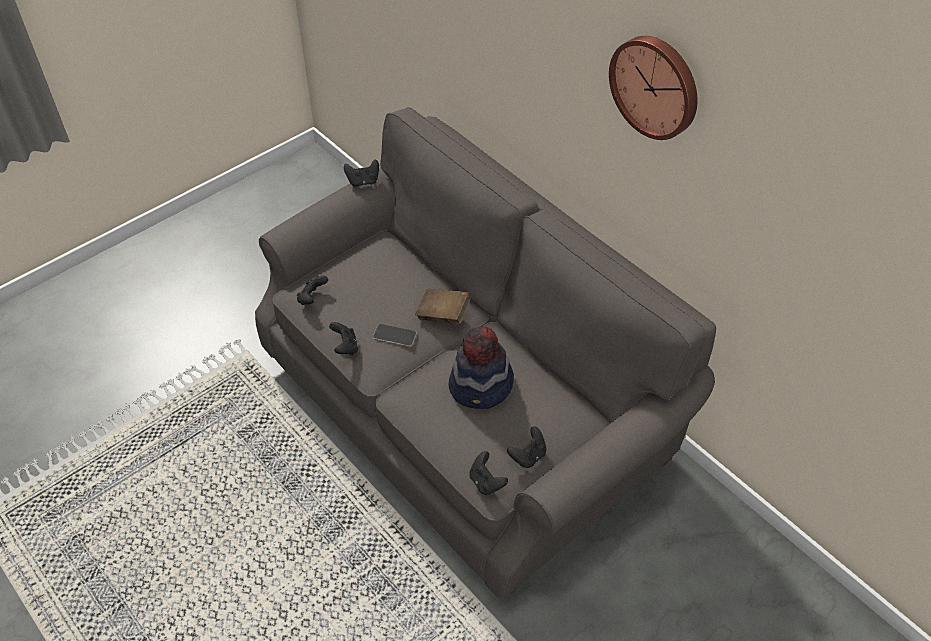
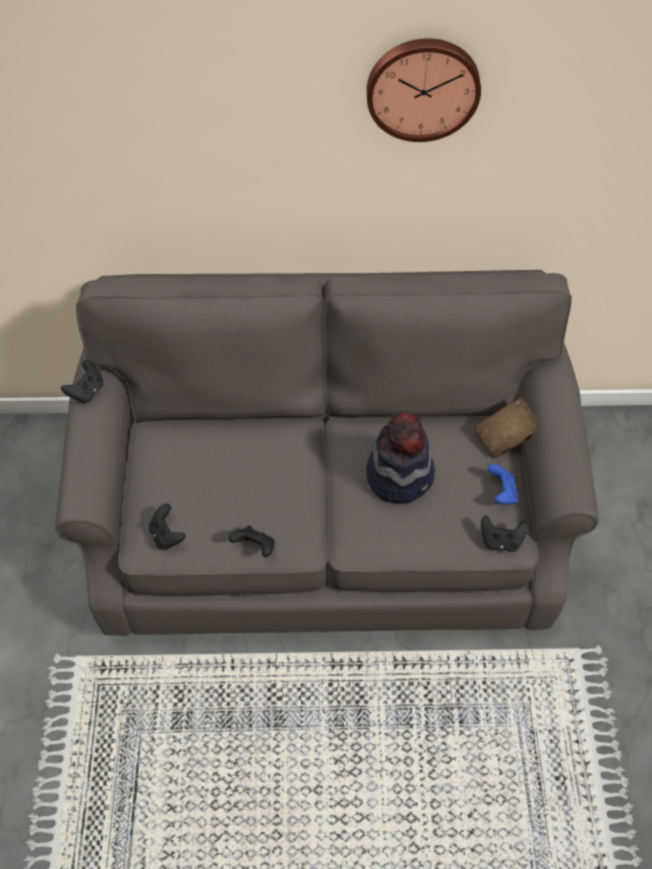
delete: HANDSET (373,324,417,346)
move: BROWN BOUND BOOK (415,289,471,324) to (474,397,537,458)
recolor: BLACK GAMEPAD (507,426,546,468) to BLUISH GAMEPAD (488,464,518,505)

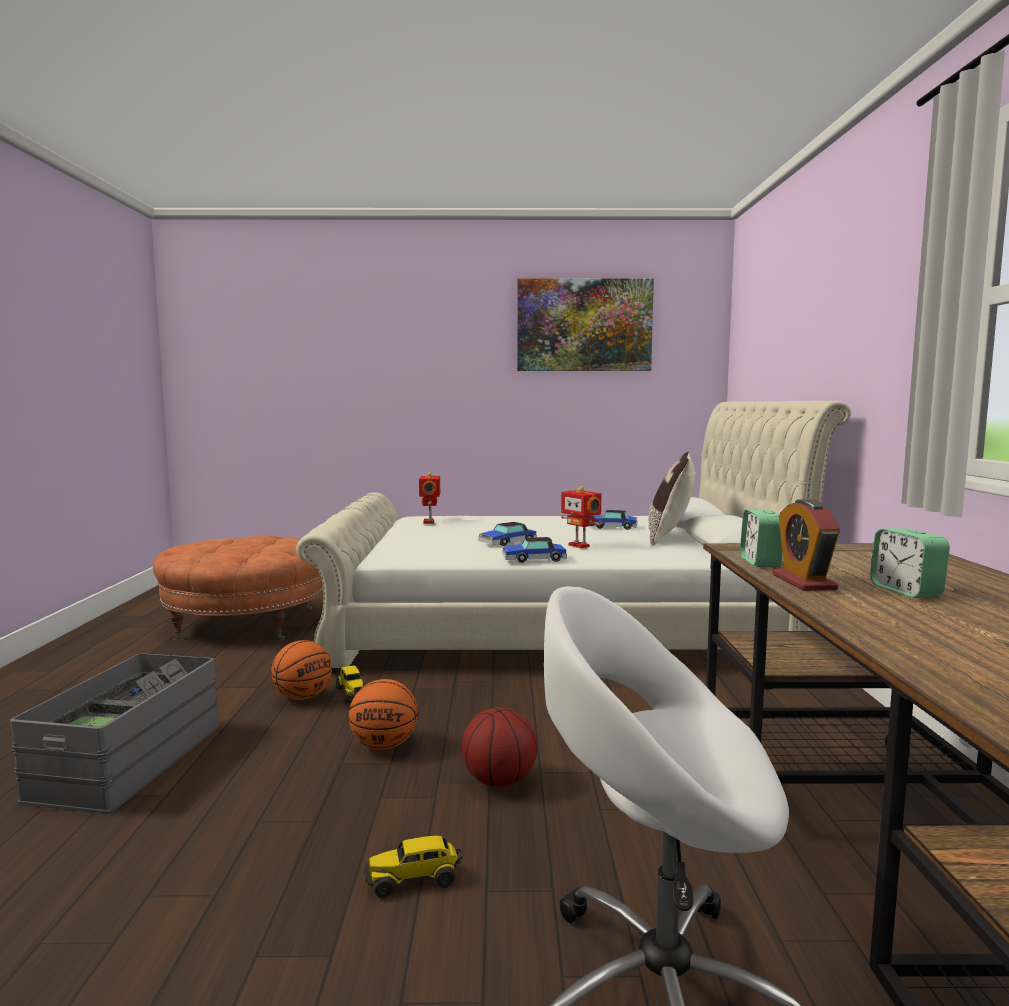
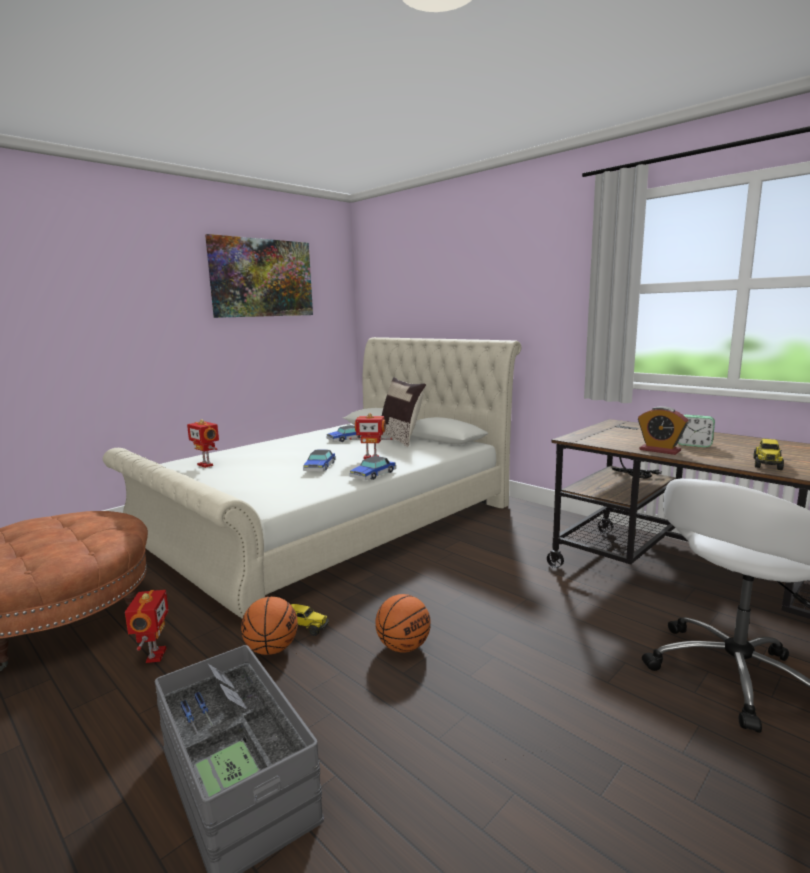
delete: BASKETBALL BALL (462,707,538,787); ALARM CLOCK (740,509,783,567)
insert: ROBOT FIGURE (125,590,169,663)
move: MODEL TRUCK (364,835,463,898) to (753,439,784,470)

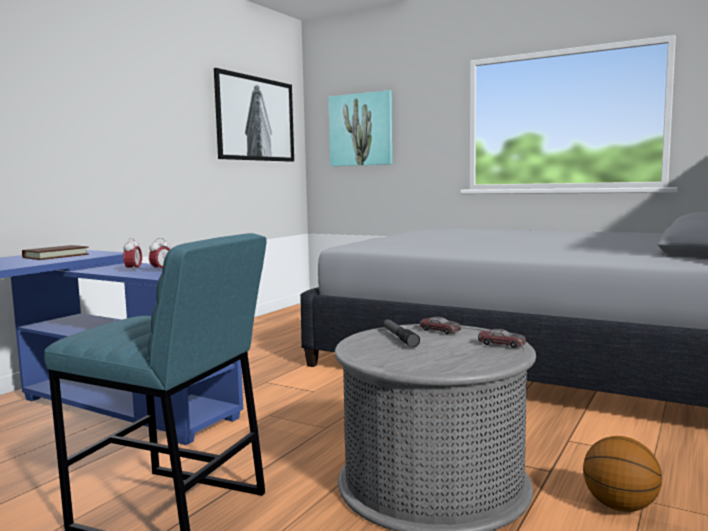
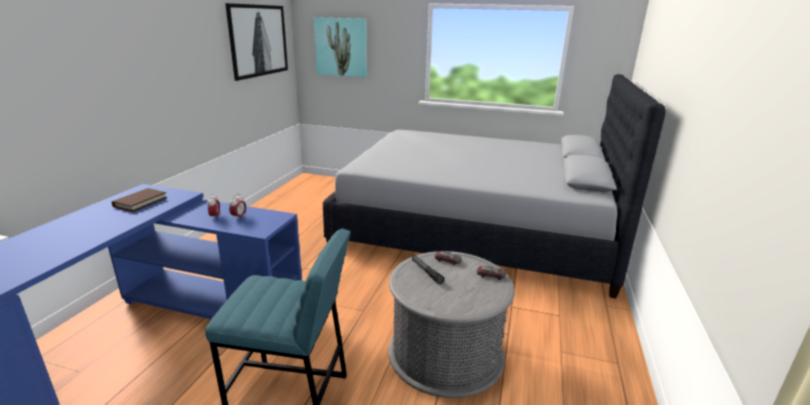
delete: BASKETBALL BALL (583,436,662,512)

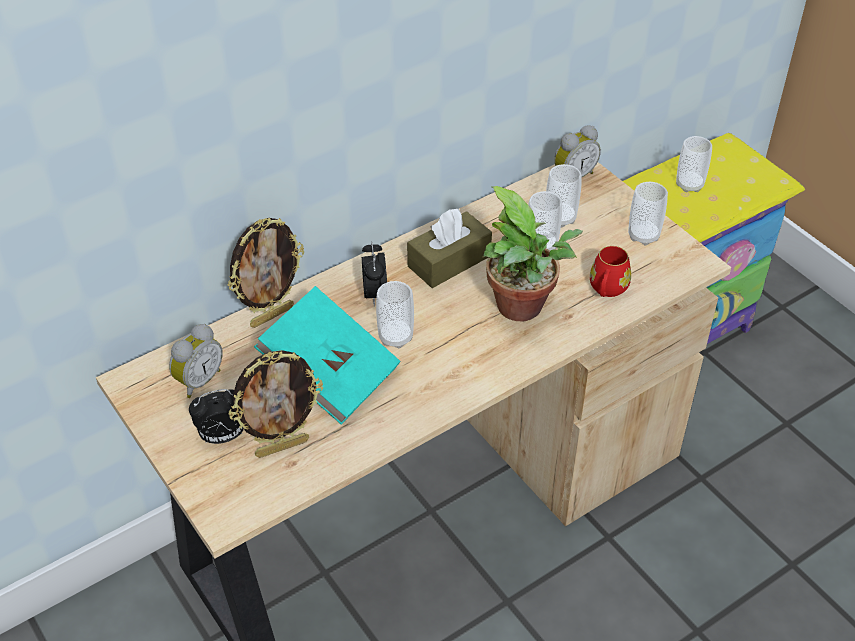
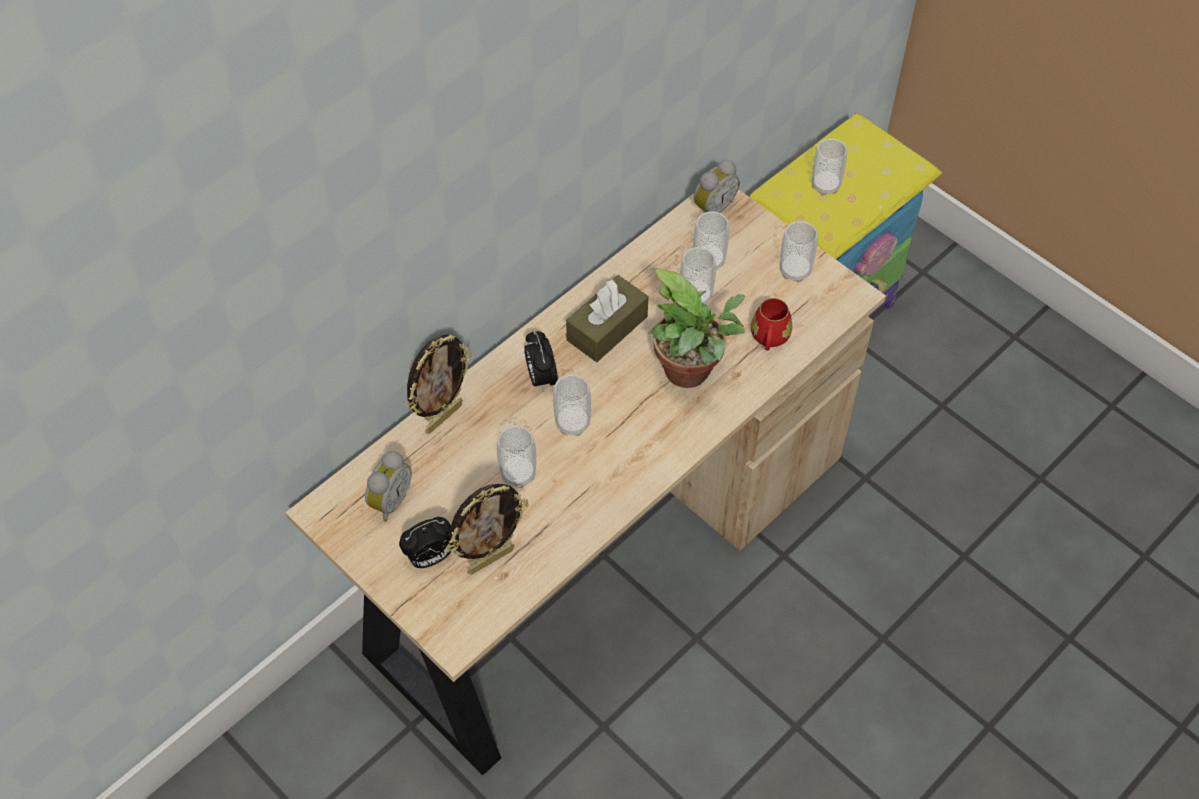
replace: TURQUOISE BOUND BOOK (254,286,400,425) to CUP (497,426,536,488)

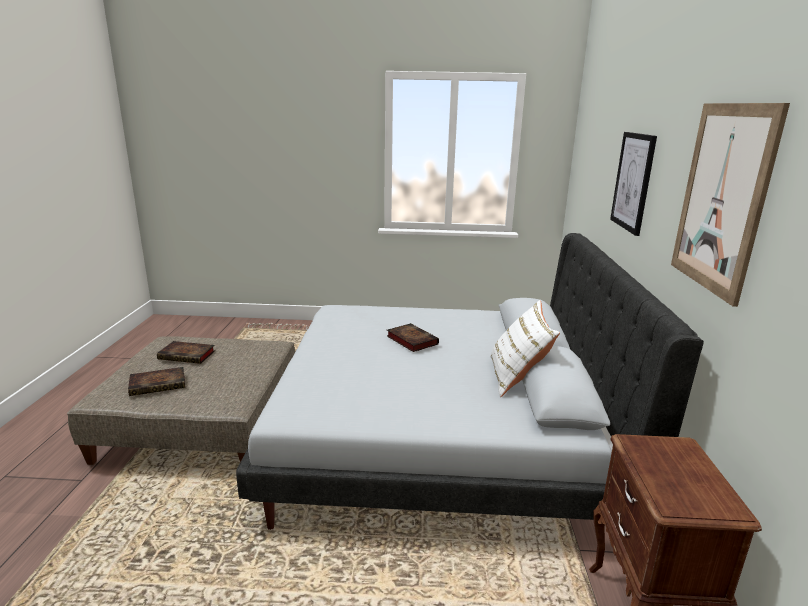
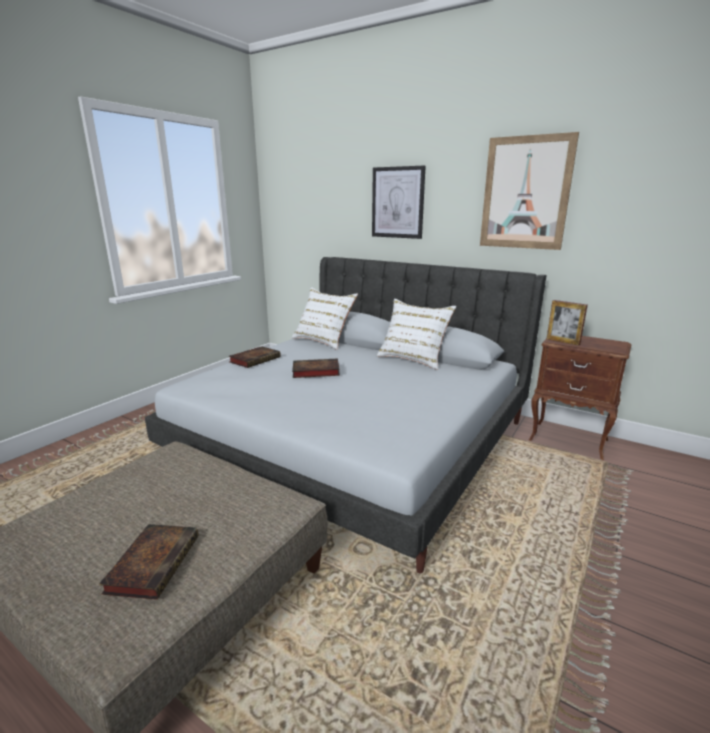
insert: WHITISH CUSHION (292,287,358,350); PHOTO FRAME (547,300,588,346)
move: BOUND BOOK (157,341,215,364) to (229,346,281,368)

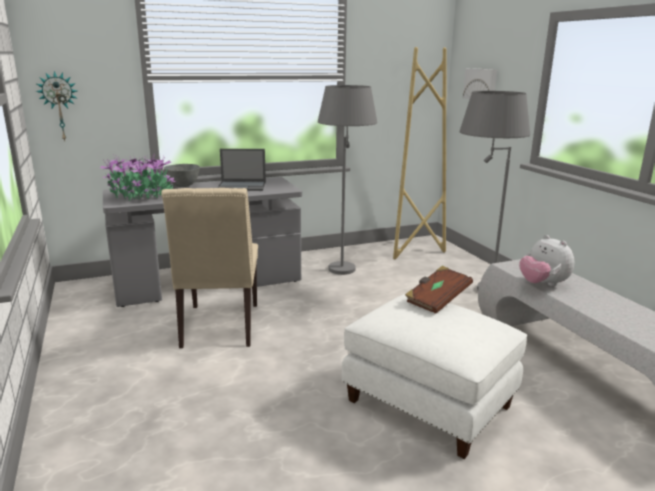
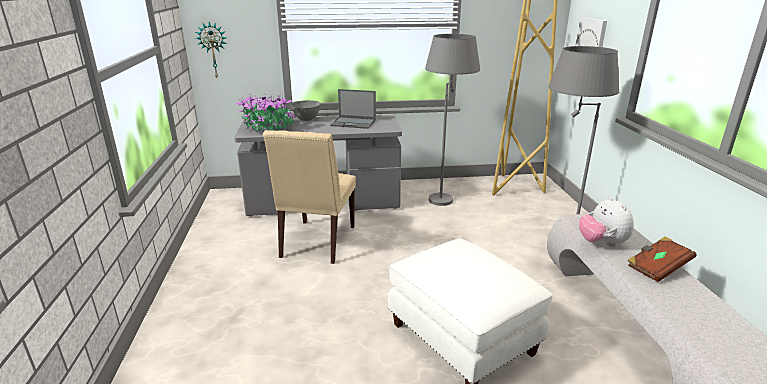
move: BROWN BOUND BOOK (405,266,473,314) to (628,236,696,282)

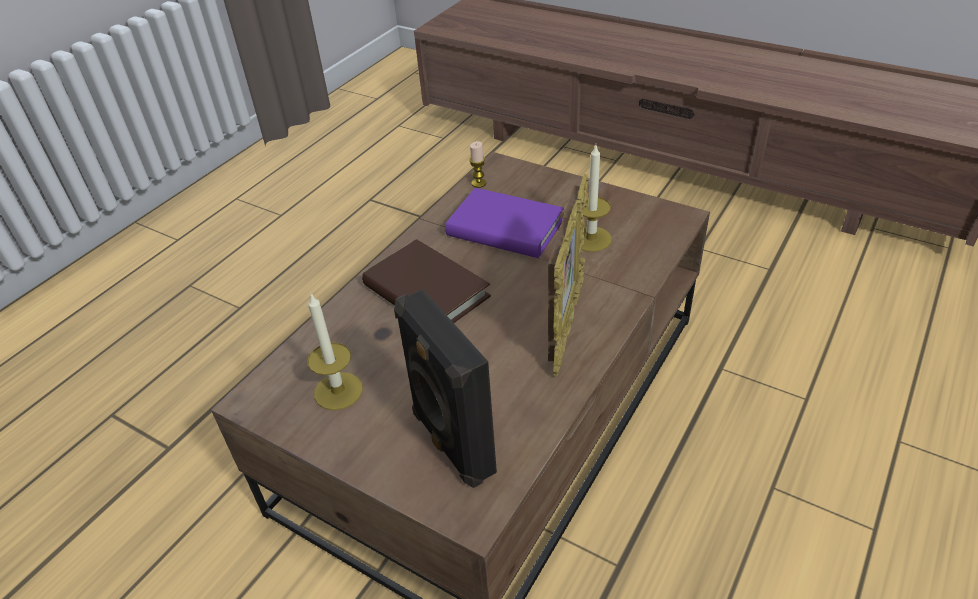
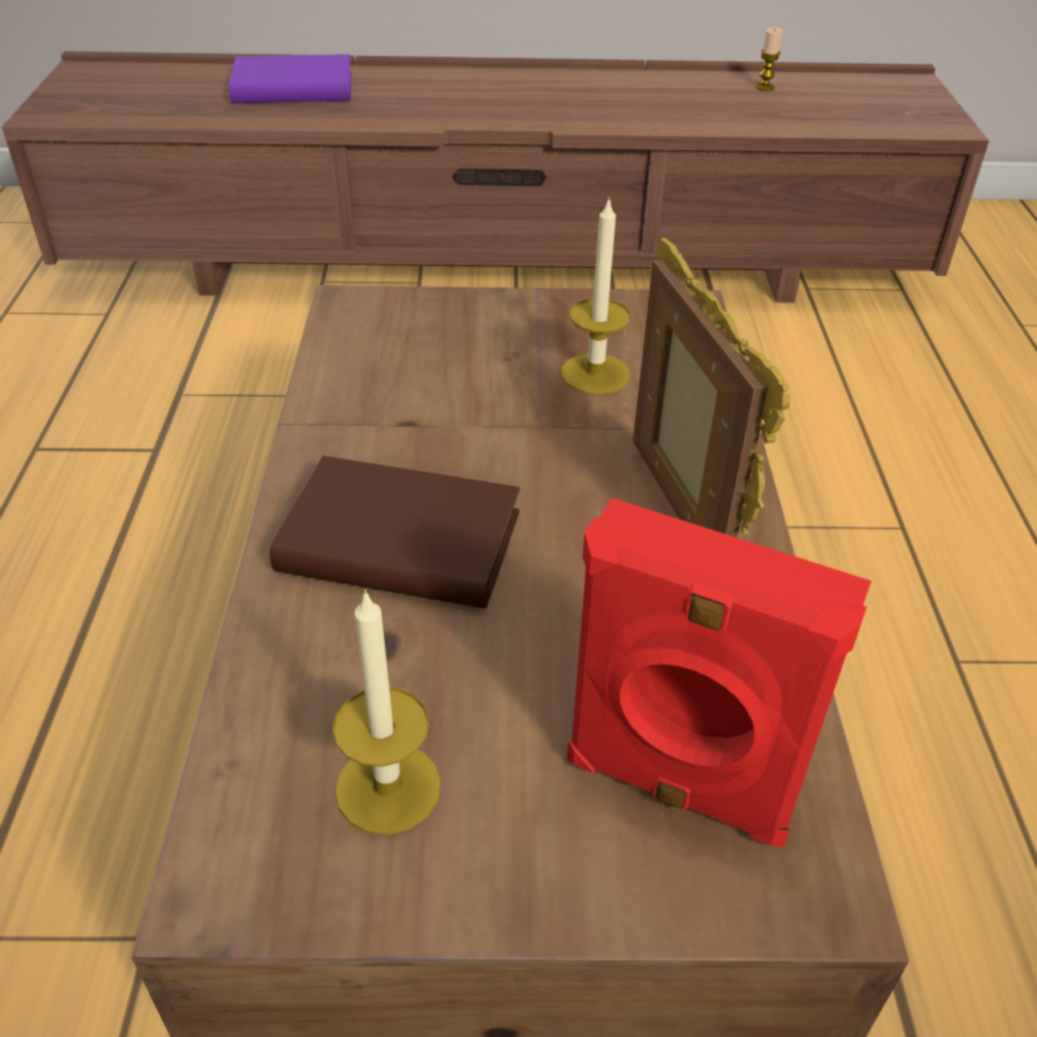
move: PURPLE BOUND BOOK (445,188,564,258) to (229,54,351,103); WAX LIGHT (469,141,486,188) to (755,27,782,91)
recolor: BLACK LOUDSPEAKER (394,289,497,488) to RED-COLOURED LOUDSPEAKER (567,498,871,847)

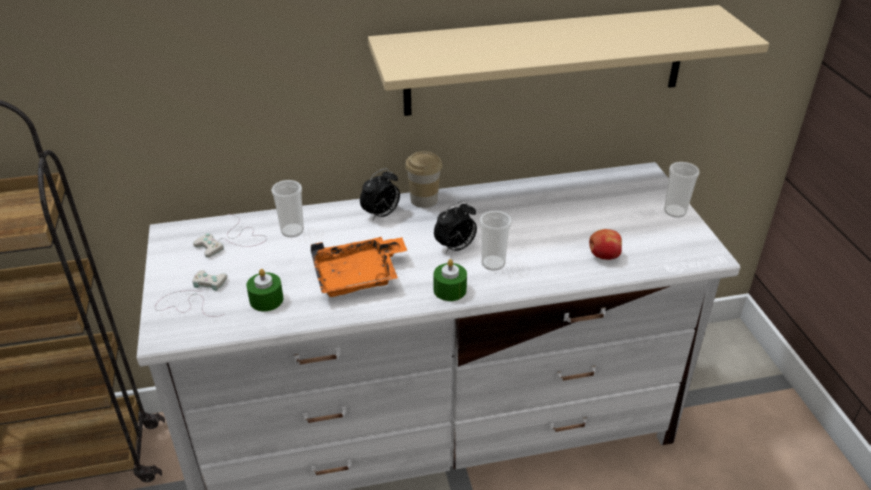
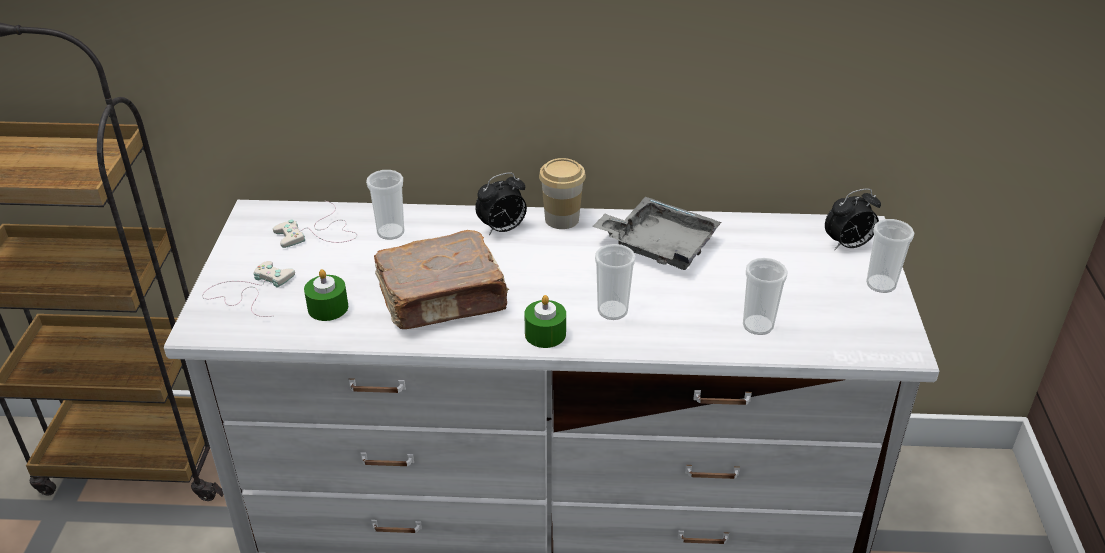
delete: BEIGE-COLOURED SHELF (368,5,769,116)
insert: GREY SERVING TRAY (592,197,722,270)
move: ALARM CLOCK (434,201,477,254) to (825,189,881,250)
replace: ORANGE SERVING TRAY (311,237,407,297) to BROWN BOUND BOOK (374,230,509,329); APPLE (589,229,622,260) to CUP (743,258,788,335)

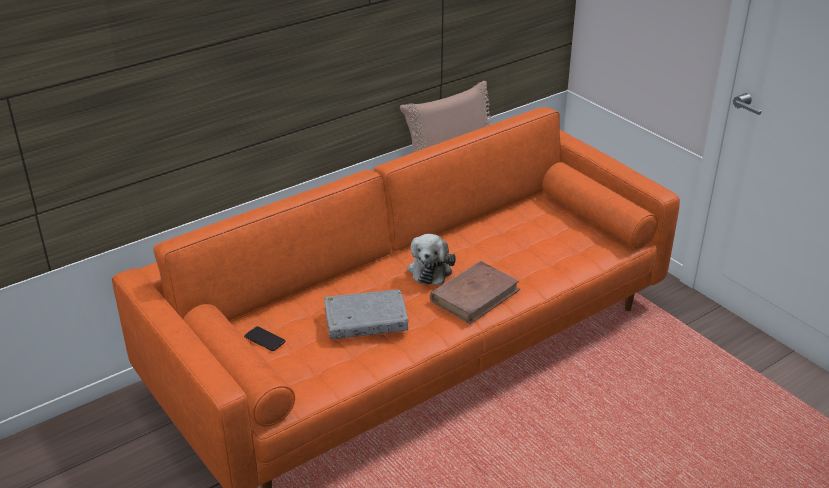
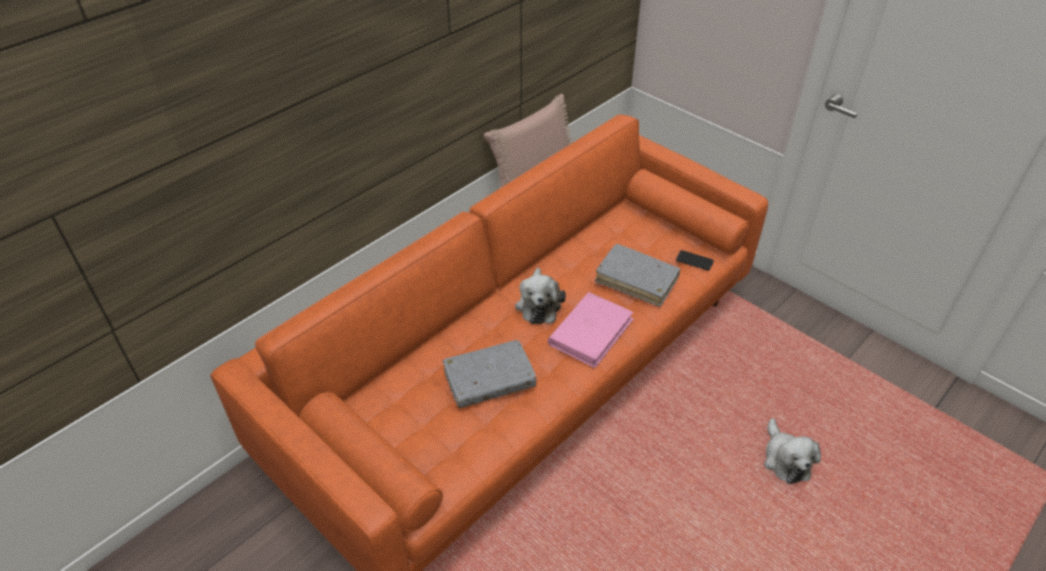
insert: GREY BOUND BOOK (595,244,681,307); PLUSH TOY (764,418,821,484)
move: HANDSET (244,326,286,351) to (676,250,714,271)
recolor: BROWN BOUND BOOK (430,261,520,324) to PINK BOUND BOOK (548,292,634,368)

